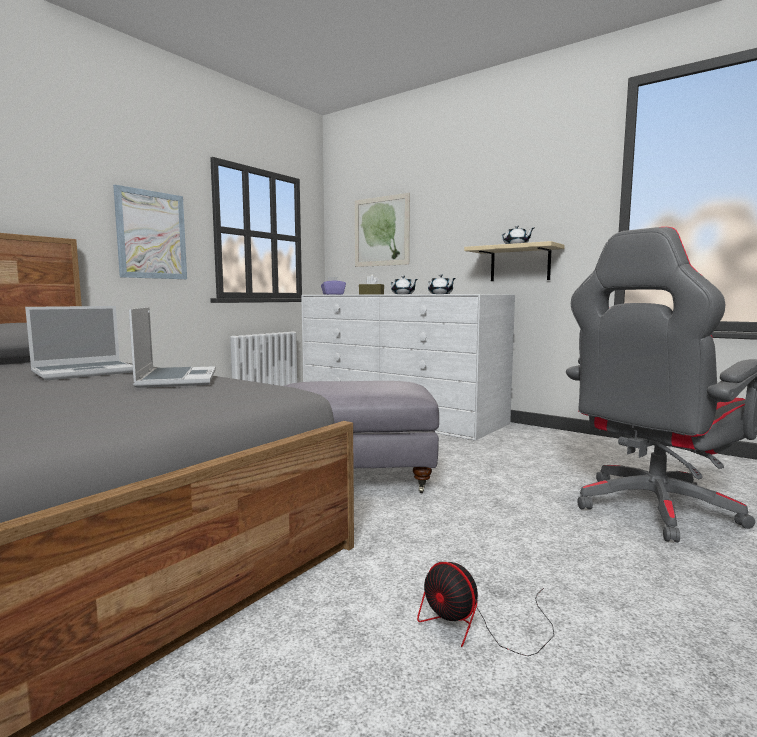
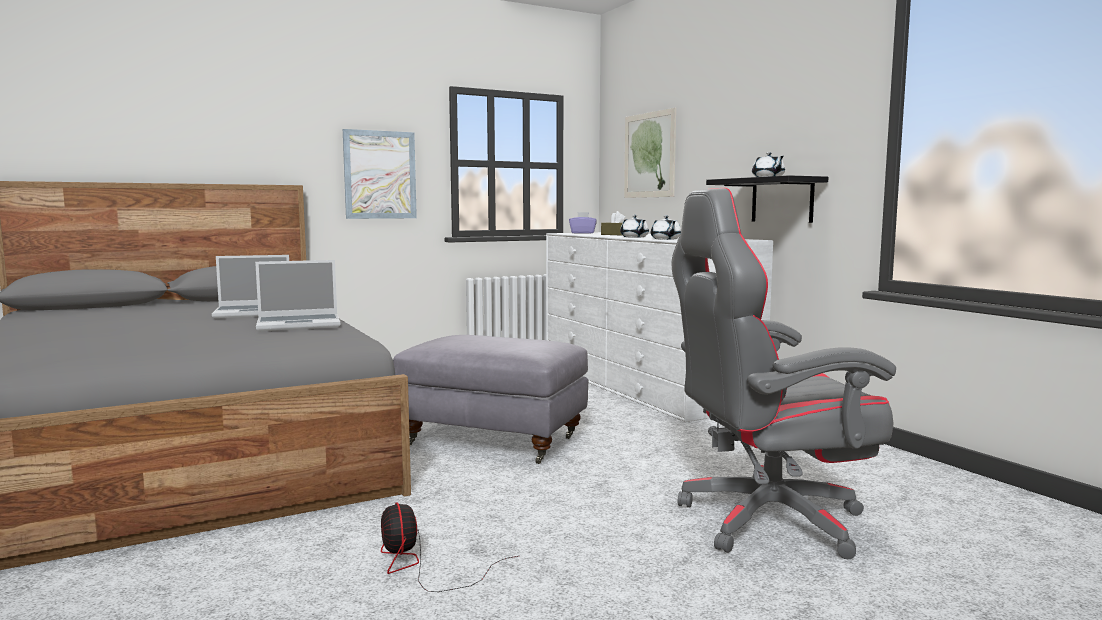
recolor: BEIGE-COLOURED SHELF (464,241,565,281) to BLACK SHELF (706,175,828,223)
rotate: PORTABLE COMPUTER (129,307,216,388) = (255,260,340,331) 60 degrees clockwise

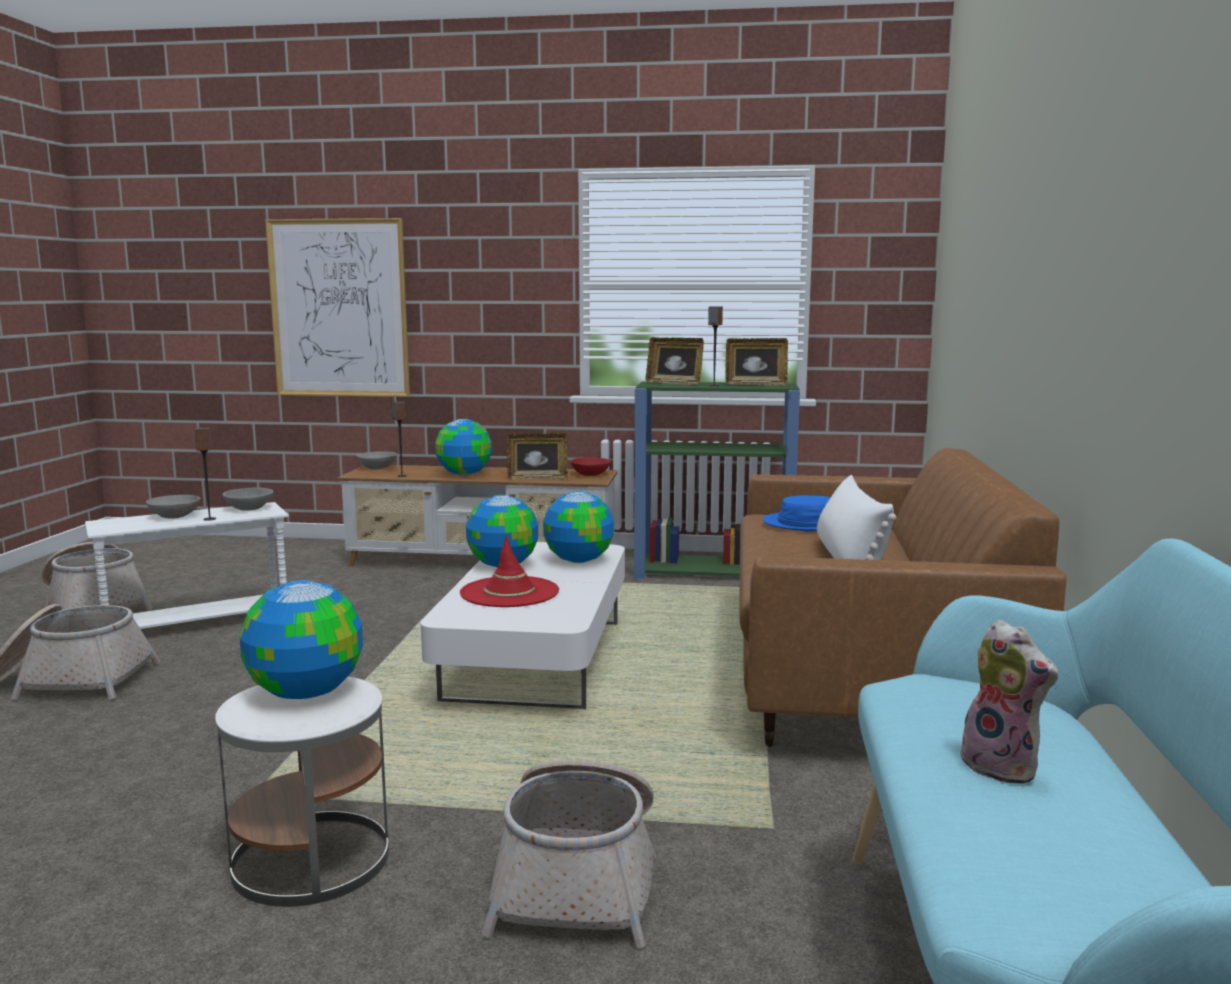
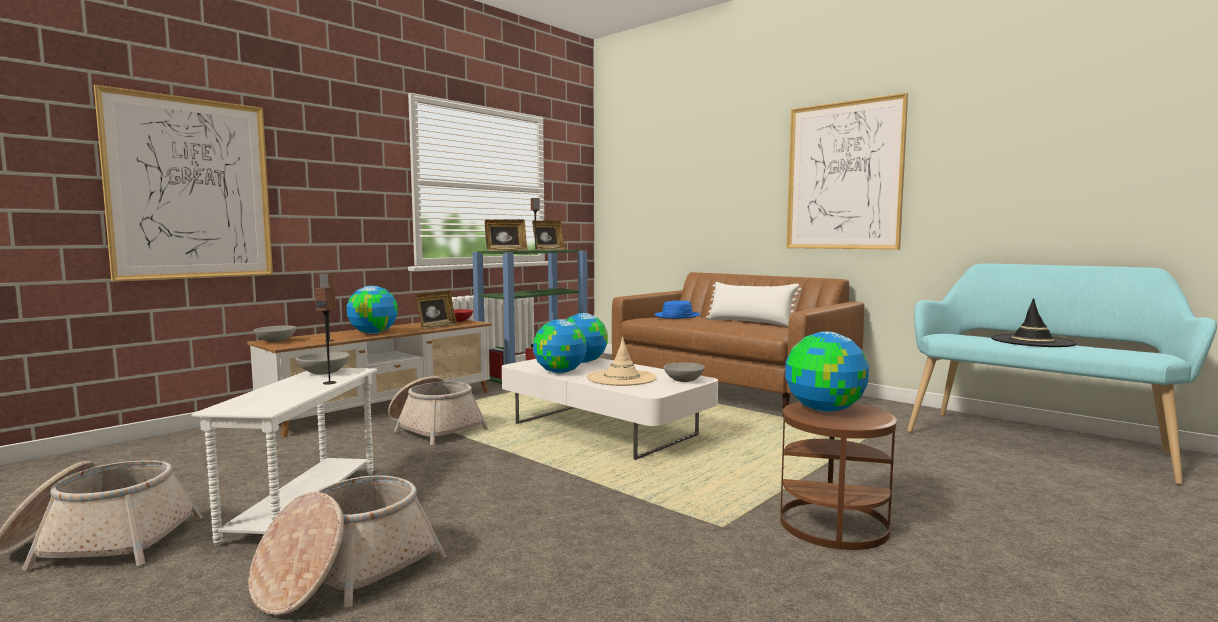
insert: WALL PICTURE (786,93,908,250)
move: GREY BOWL (146,495,201,519) to (664,362,705,382); HOUSEHOLD BASKET (482,759,656,948) to (388,376,488,445)
replace: PLUSH TOY (951,619,1058,784) to BLACK HAT (991,298,1077,347)
recolor: WHITISH SIDE TABLE (215,676,389,907) to BROWN SIDE TABLE (780,402,897,550); RED-COLOURED HAT (460,535,559,607) to BEIGE-COLOURED HAT (587,337,657,386)

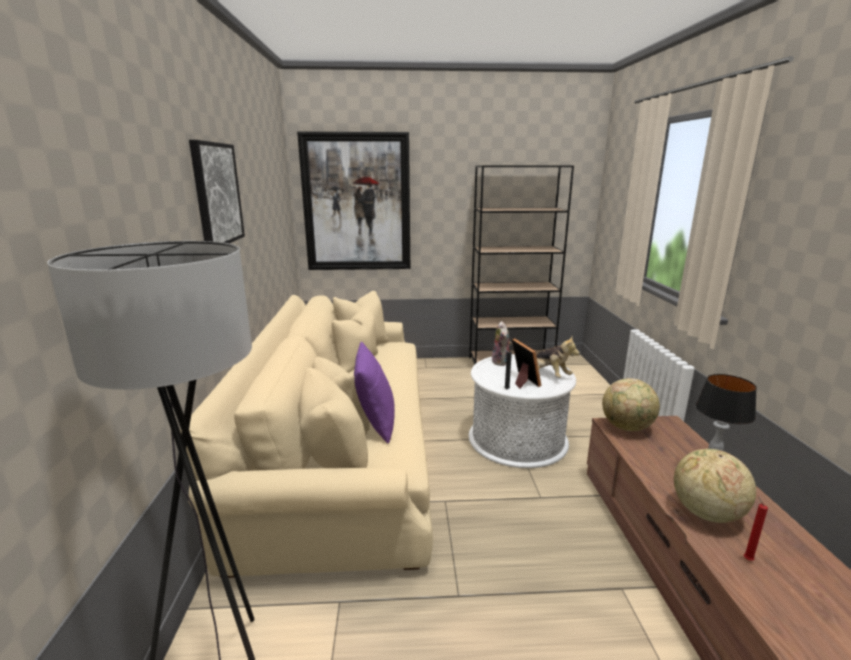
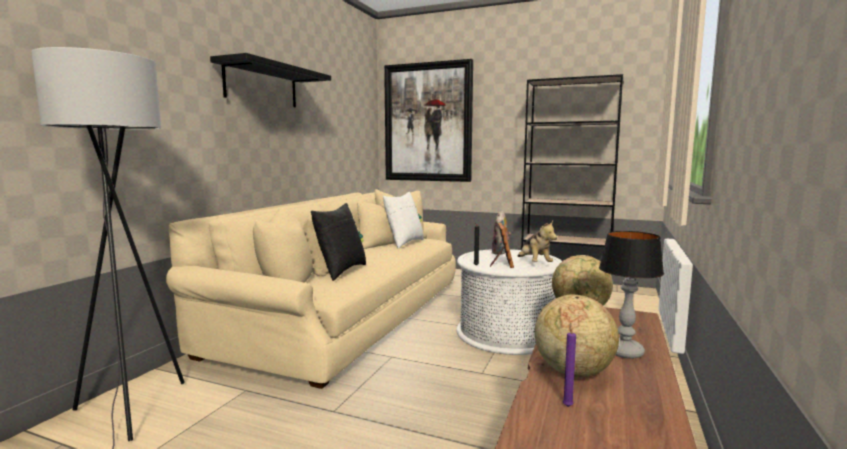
insert: WHITISH CUSHION (383,192,424,249)
replace: WALL PICTURE (189,140,245,243) to BLACK SHELF (210,53,331,107)
recolor: PURPLE CUSHION (354,342,395,443) to BLACK CUSHION (311,203,366,281); RED-COLOURED WAX LIGHT (744,496,768,561) to PURPLE WAX LIGHT (563,323,576,407)

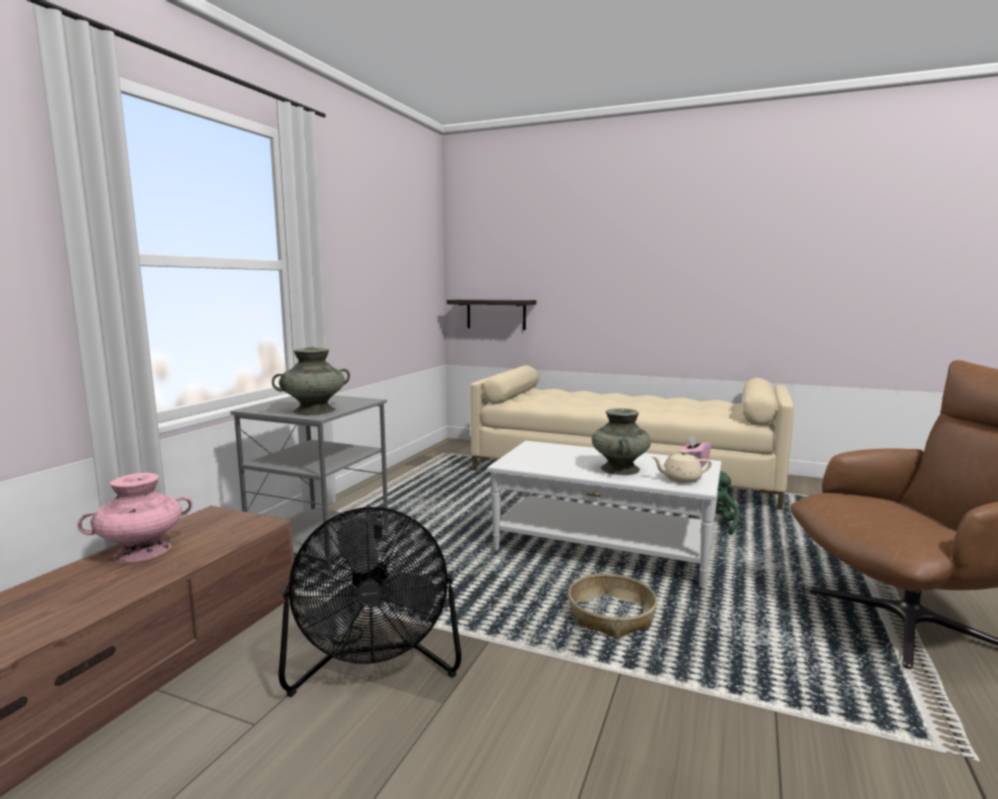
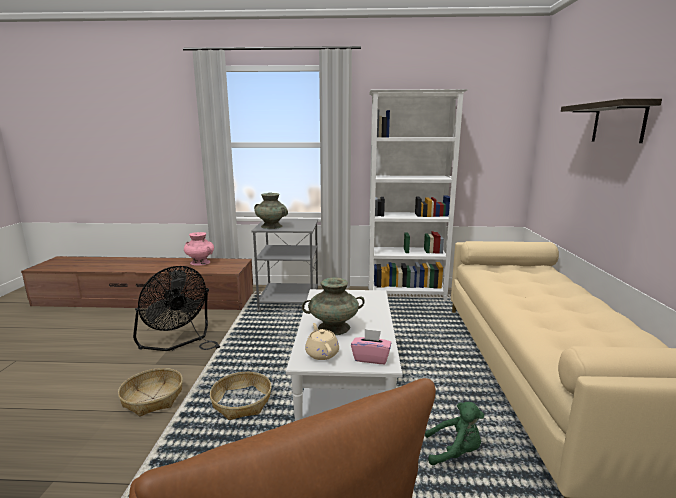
insert: HOUSEHOLD BASKET (118,368,183,416); WHITISH BOOKSHELF (368,89,468,301)
move: SHELF (447,299,536,330) to (561,99,662,143)
rotate: BLACK COOLING FAN (278,507,461,697) = (133,266,220,351) 75 degrees clockwise

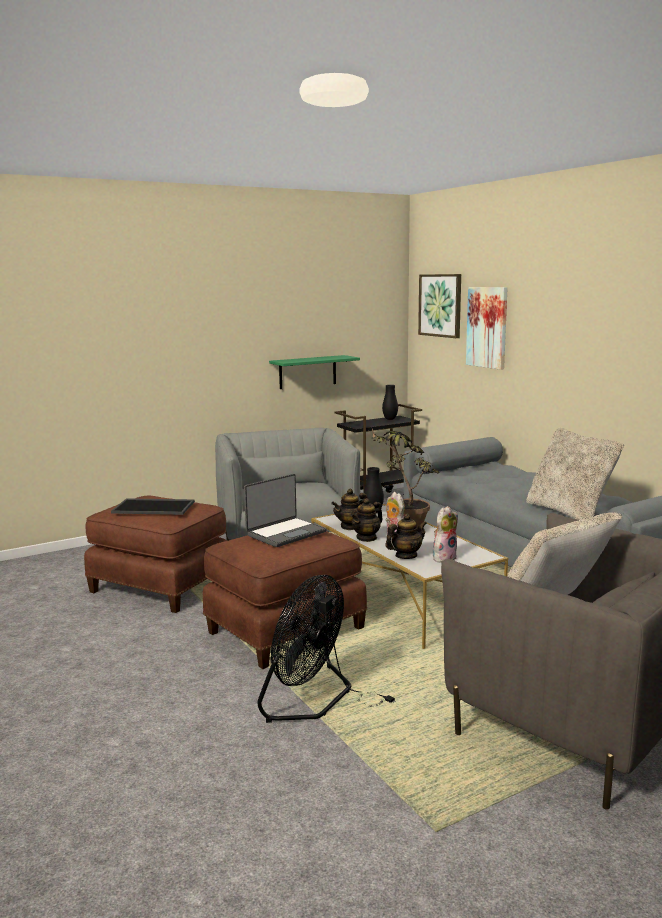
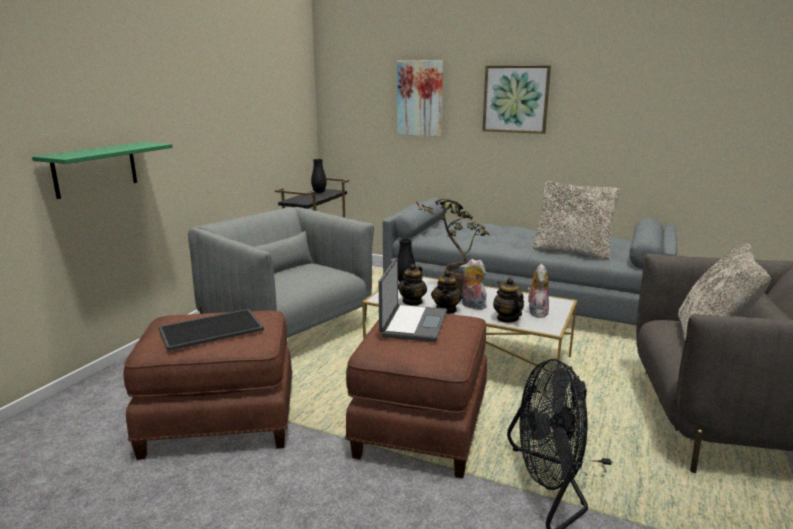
move: GREENISH SHELF (269,355,360,389) to (32,142,173,199); WALL PICTURE (418,274,461,338) to (482,65,551,134)
rotate: TEAPOT (385,514,427,559) = (493,278,524,323) 45 degrees counterclockwise

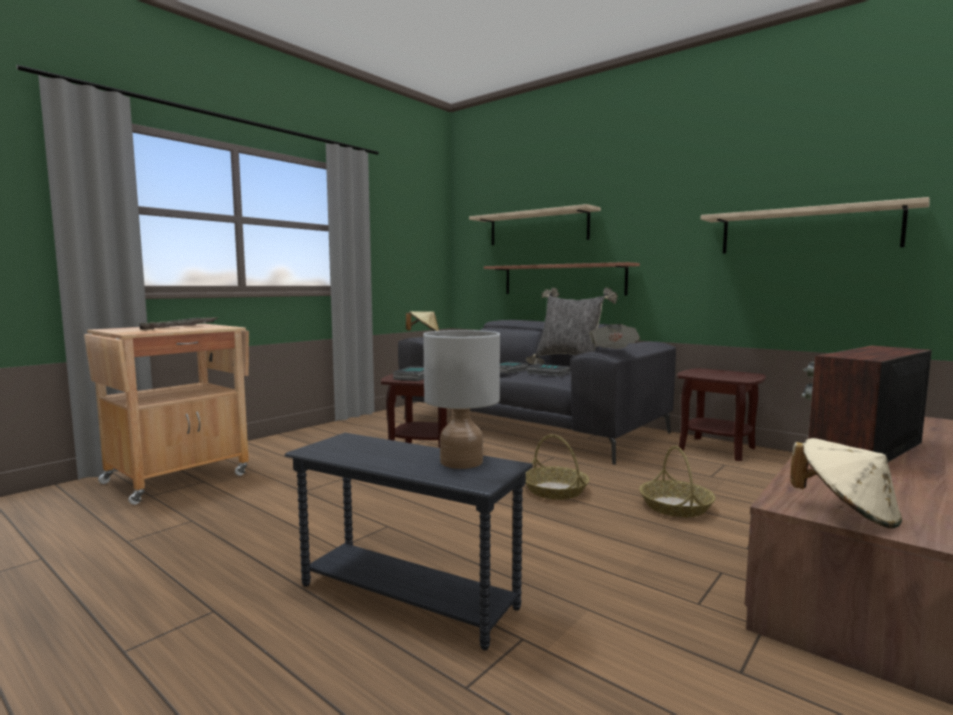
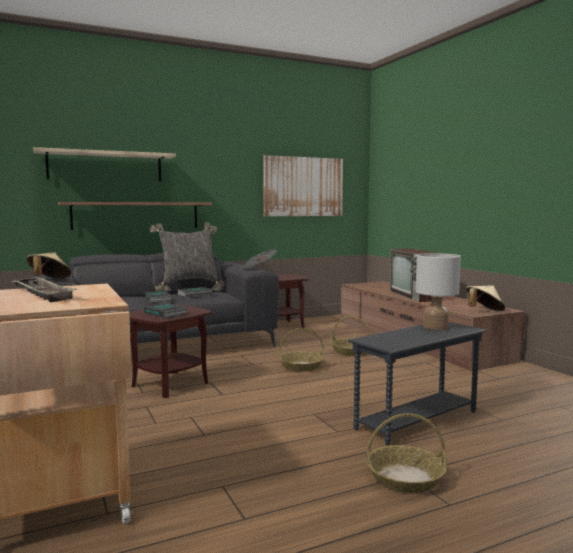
insert: HOUSEHOLD BASKET (366,413,447,493)
replace: SHELF (701,197,930,254) to WALL PICTURE (263,155,343,216)

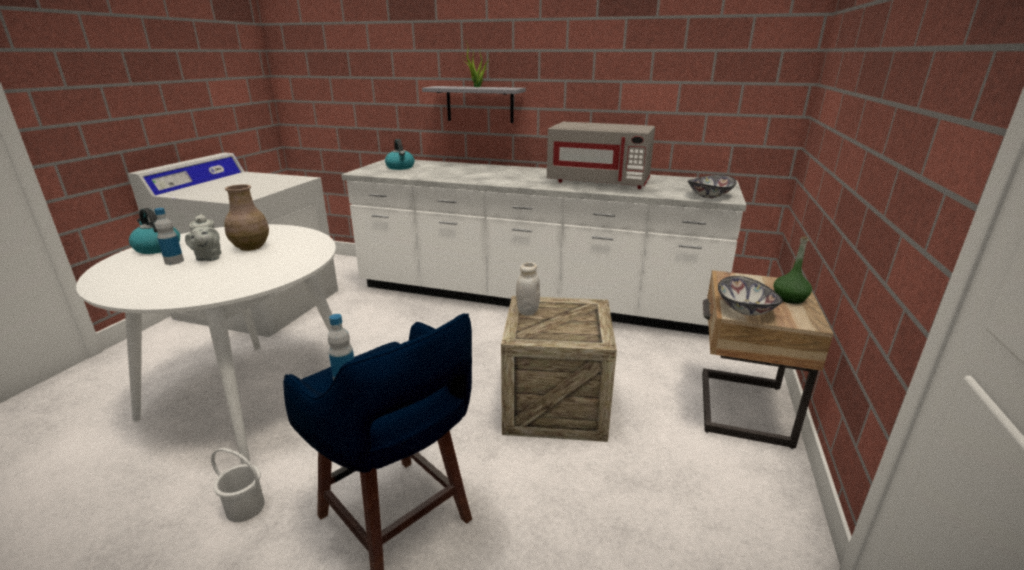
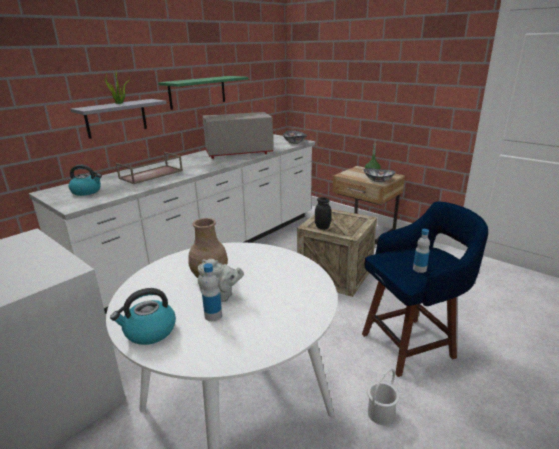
insert: BROWN SERVING TRAY (116,152,183,184); GREENISH SHELF (158,76,249,110)
recolor: WHITISH PRESERVE JAR (516,262,540,316) to BLACK PRESERVE JAR (315,197,331,230)
rotate: GREY MICROWAVE OVEN (547,122,655,189) = (203,112,273,159) 150 degrees counterclockwise

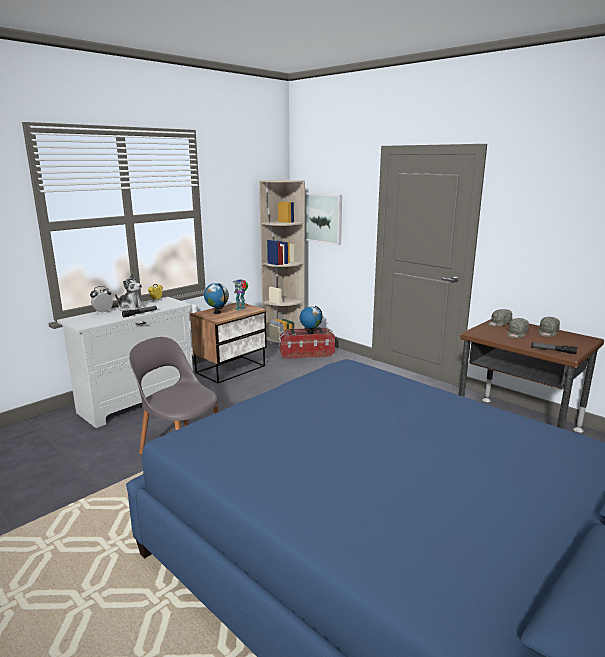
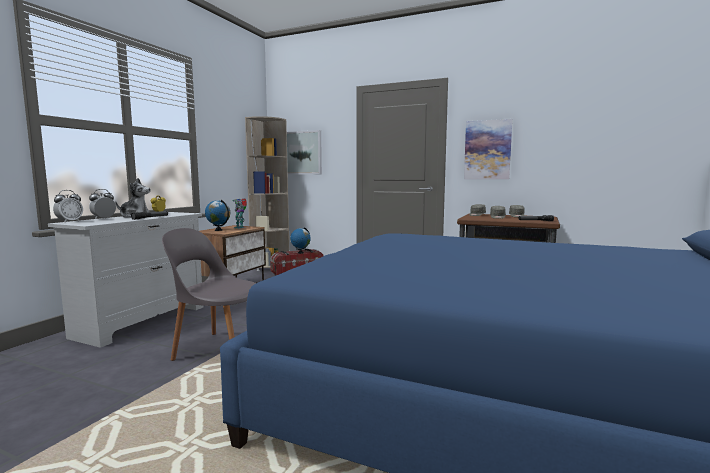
insert: ALARM CLOCK (53,190,83,223); WALL PICTURE (464,119,513,179)

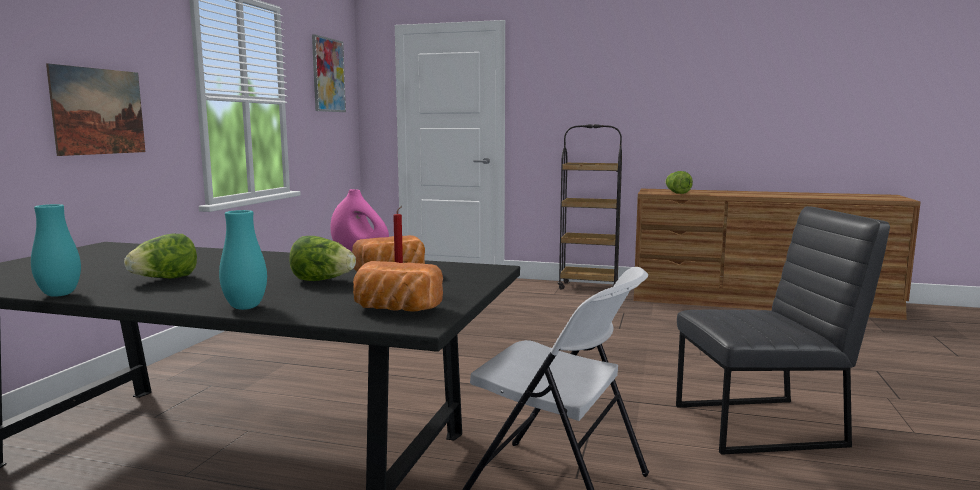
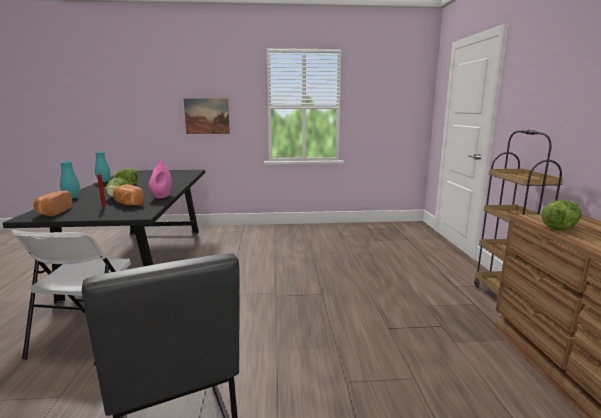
delete: WALL PICTURE (312,34,346,112)

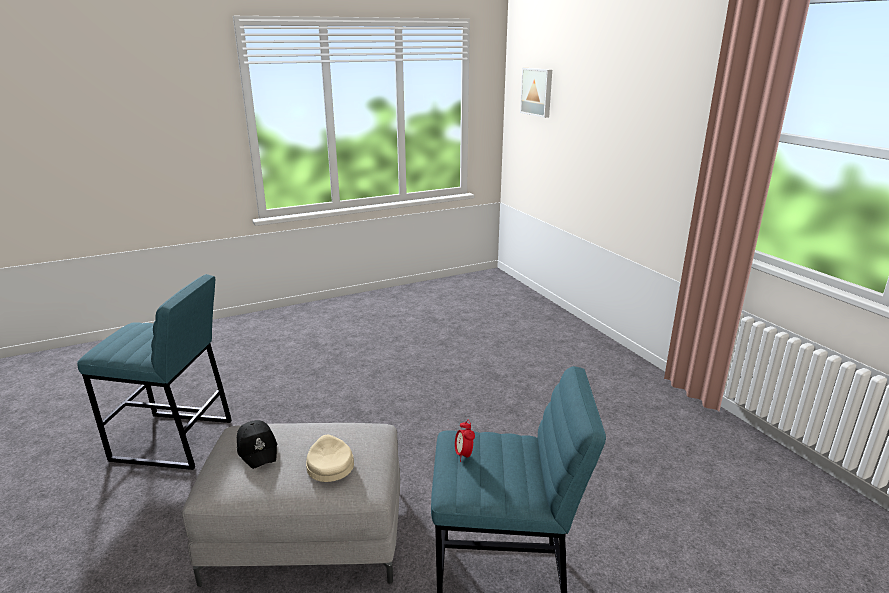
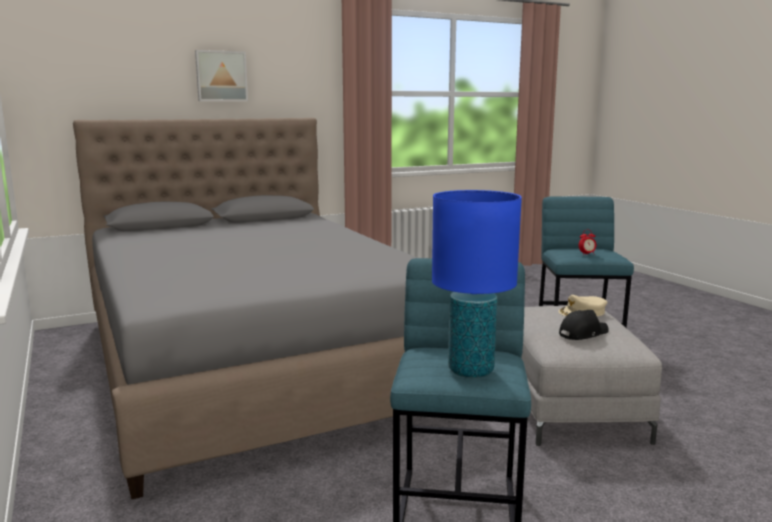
insert: GREY BEDROOM BED (73,118,417,499); BLUISH LAMP FOR A TABLE (432,190,522,378)
move: WALL PICTURE (520,68,552,118) to (195,50,248,101)

